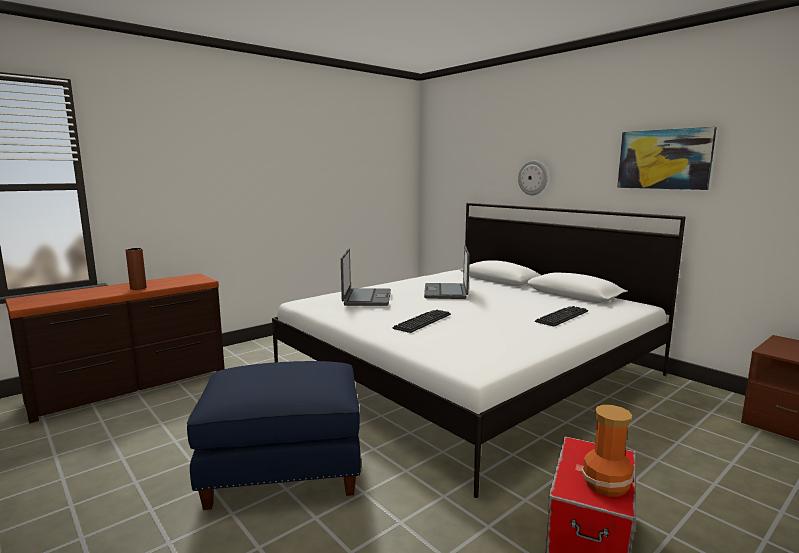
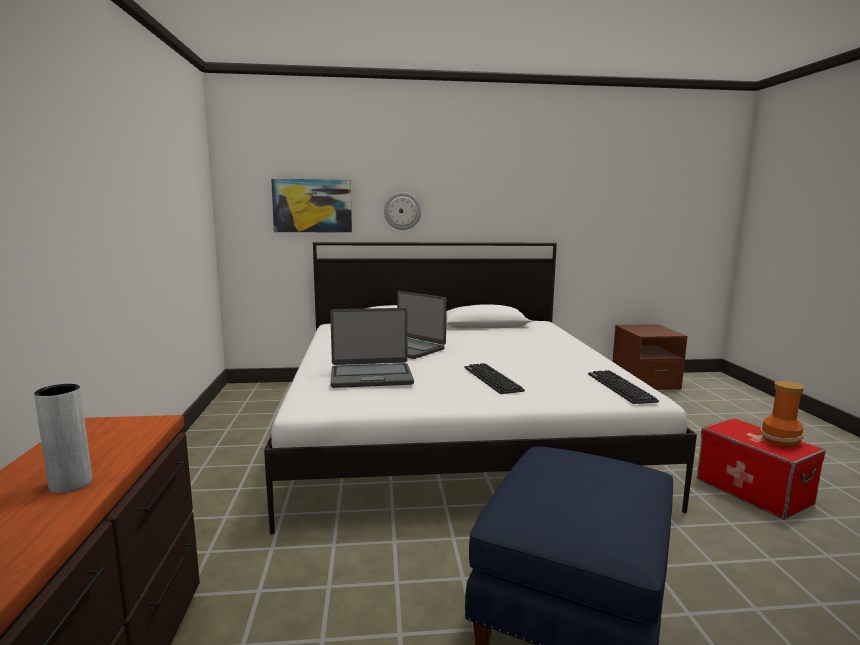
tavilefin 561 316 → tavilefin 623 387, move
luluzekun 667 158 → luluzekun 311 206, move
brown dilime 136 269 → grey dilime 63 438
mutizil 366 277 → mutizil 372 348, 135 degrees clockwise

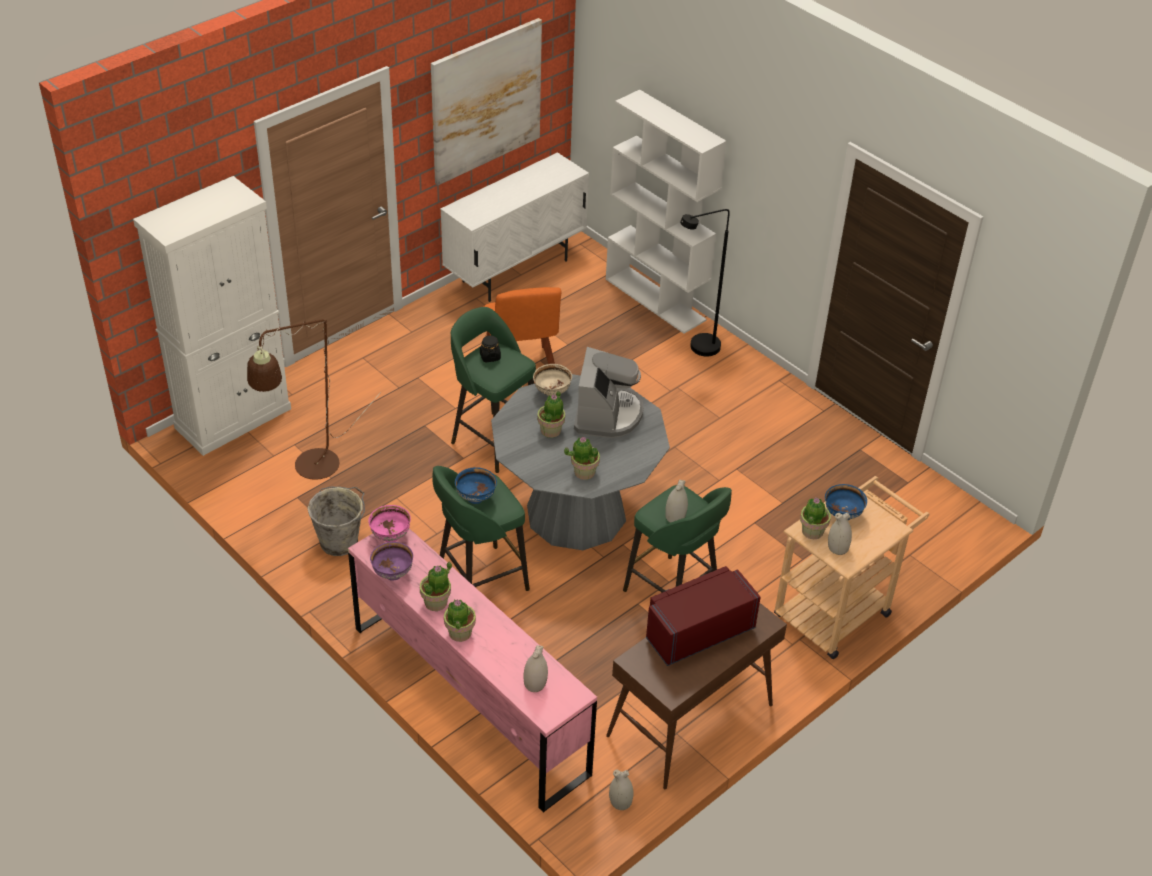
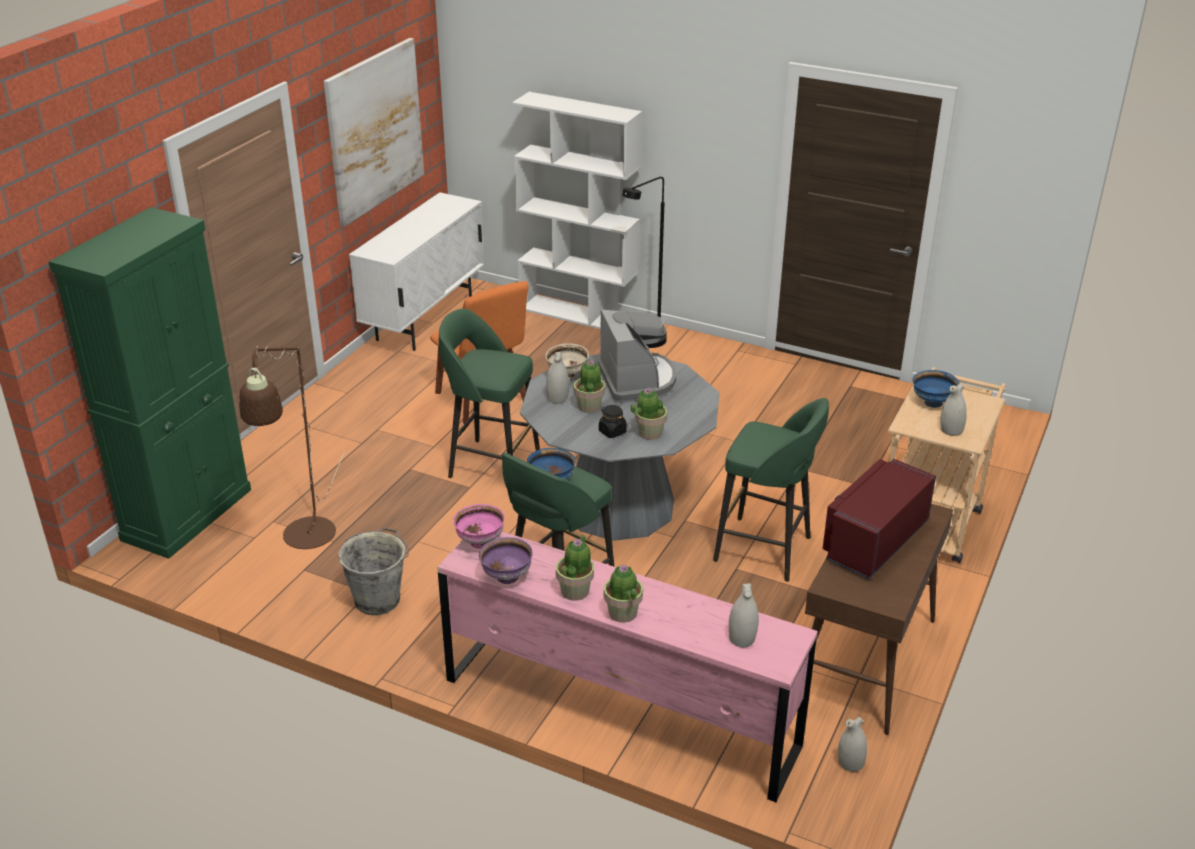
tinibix 815 518 → -
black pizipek 490 348 → black pizipek 613 421, move
white dilime 676 501 → white dilime 557 378, move
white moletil 212 316 → green moletil 149 383

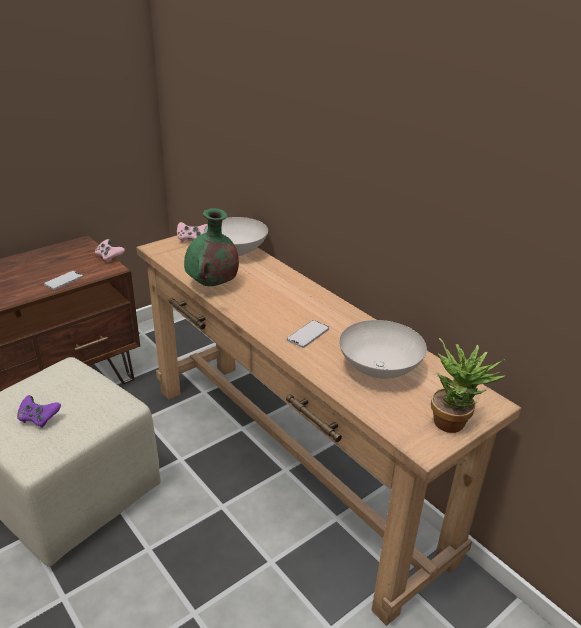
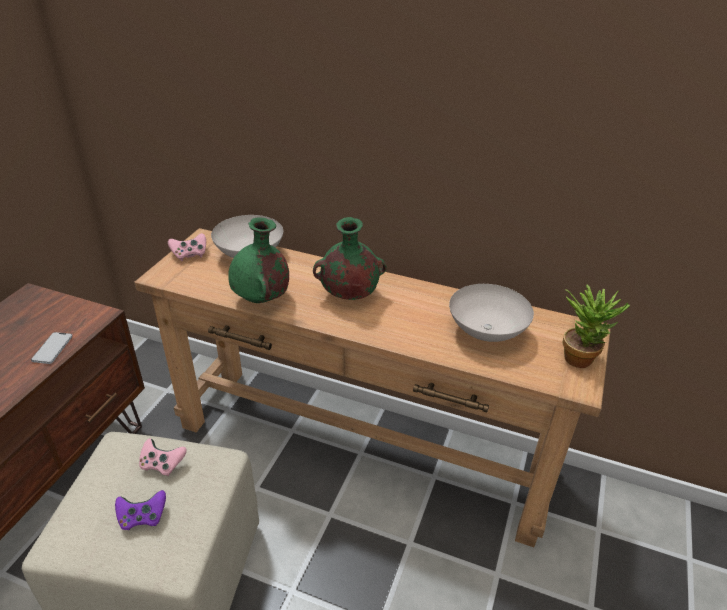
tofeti 308 334 → -
- → green dilime 349 258
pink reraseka 110 251 → pink reraseka 163 457, move

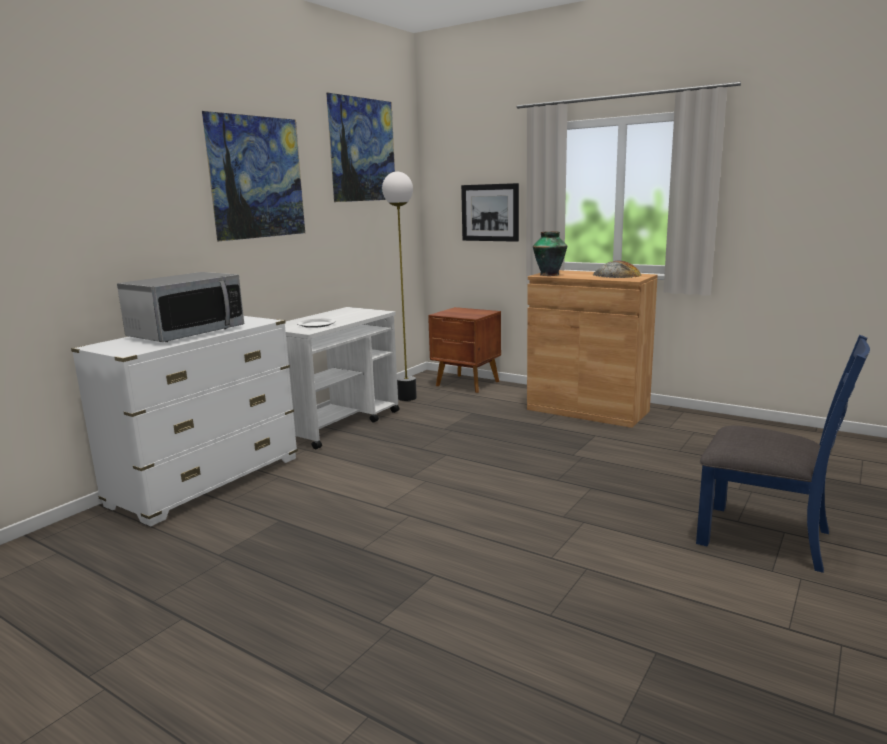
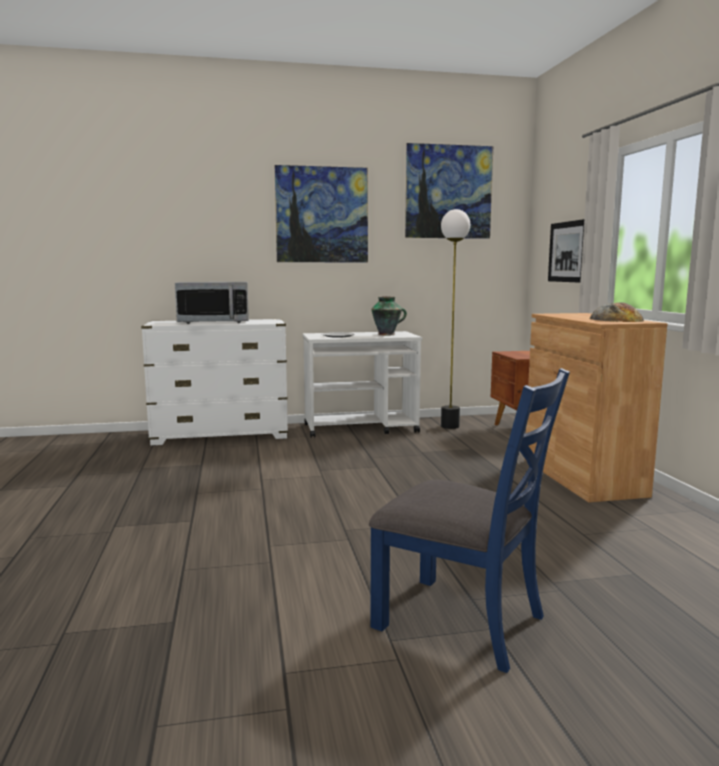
dilime 550 253 → dilime 389 316, move
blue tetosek 783 454 → blue tetosek 469 520, 45 degrees counterclockwise

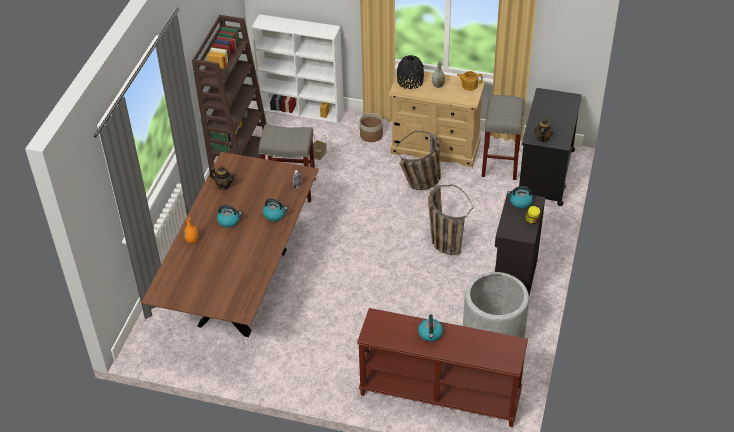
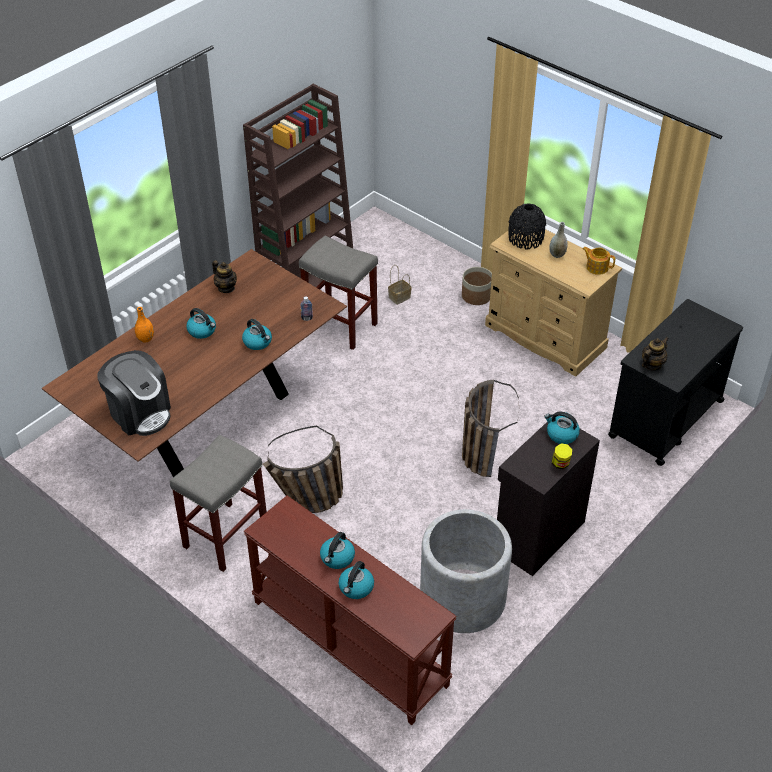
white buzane 298 68 → -
- → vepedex 134 393
- → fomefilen 356 580
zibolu 418 160 → zibolu 303 469, move
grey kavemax 503 137 → grey kavemax 218 503, move

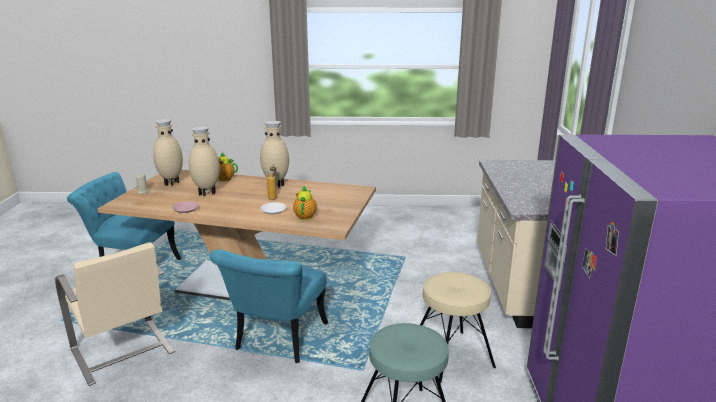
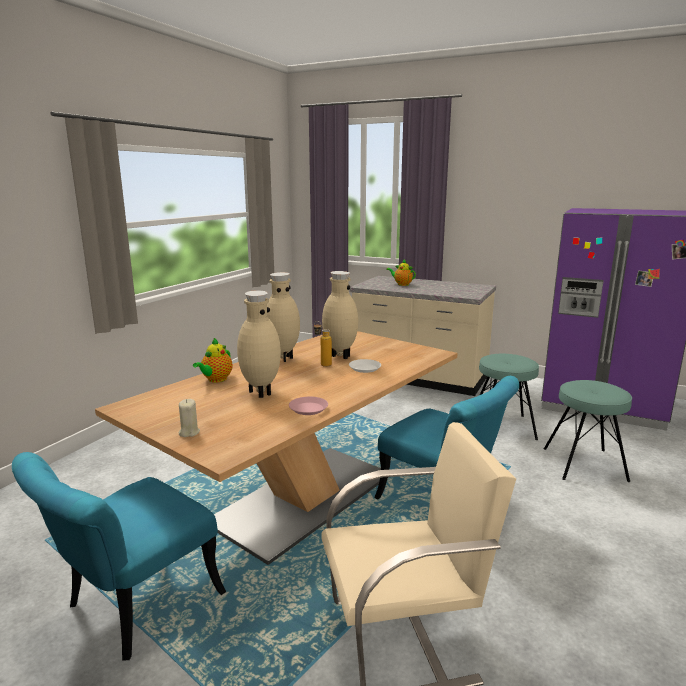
beige dilime 168 152 → beige dilime 340 315, move
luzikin 305 202 → luzikin 401 273, move
beige kavemax 458 327 → turquoise kavemax 509 397

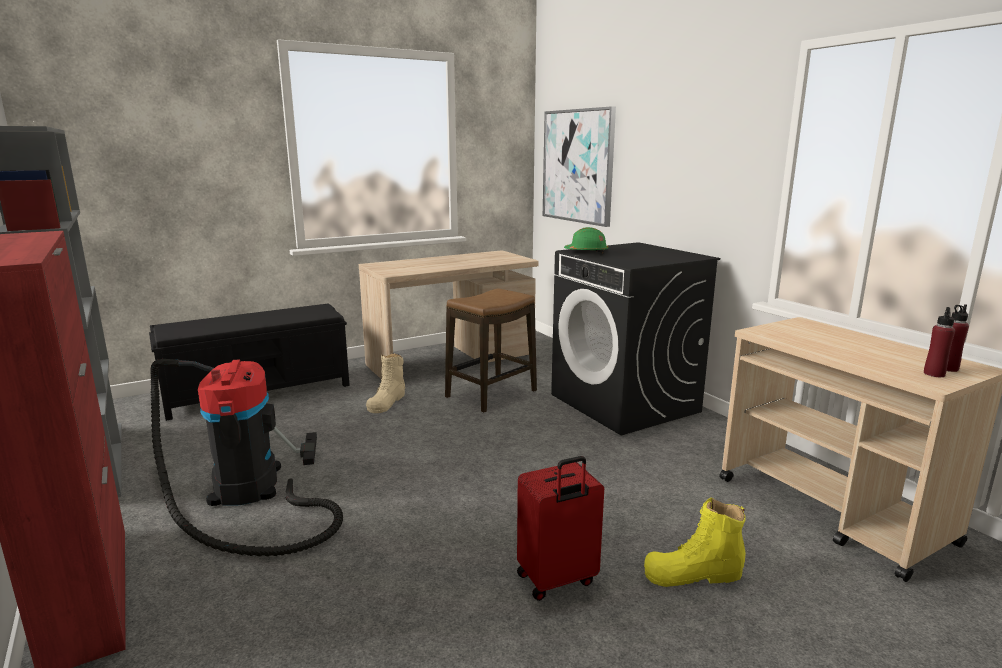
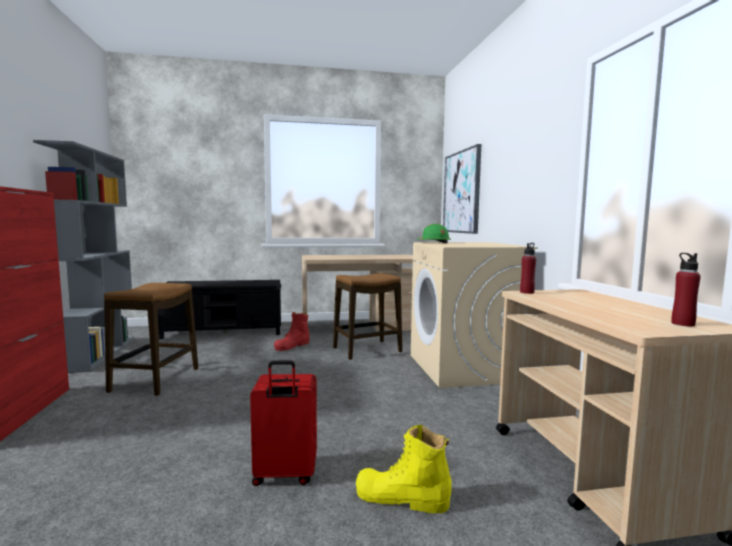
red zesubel 939 342 → red zesubel 528 268, move
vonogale 246 458 → kavemax 151 339
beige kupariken 385 383 → red kupariken 292 331
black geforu 635 338 → beige geforu 474 315

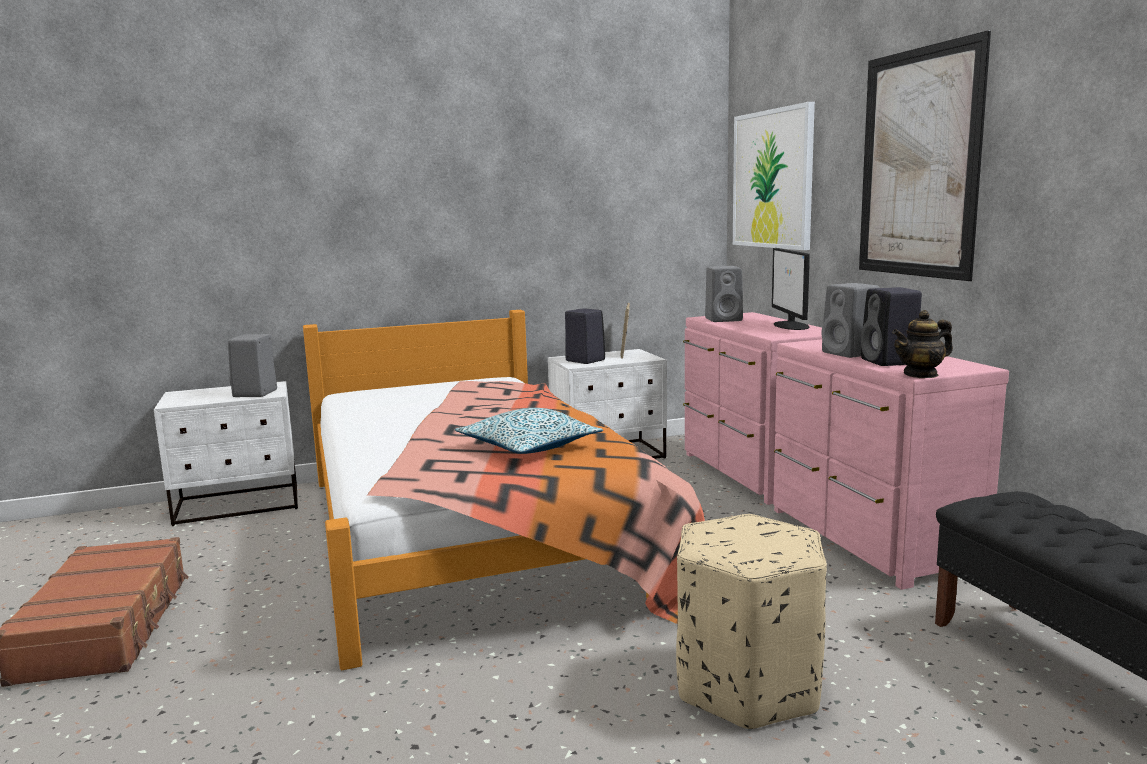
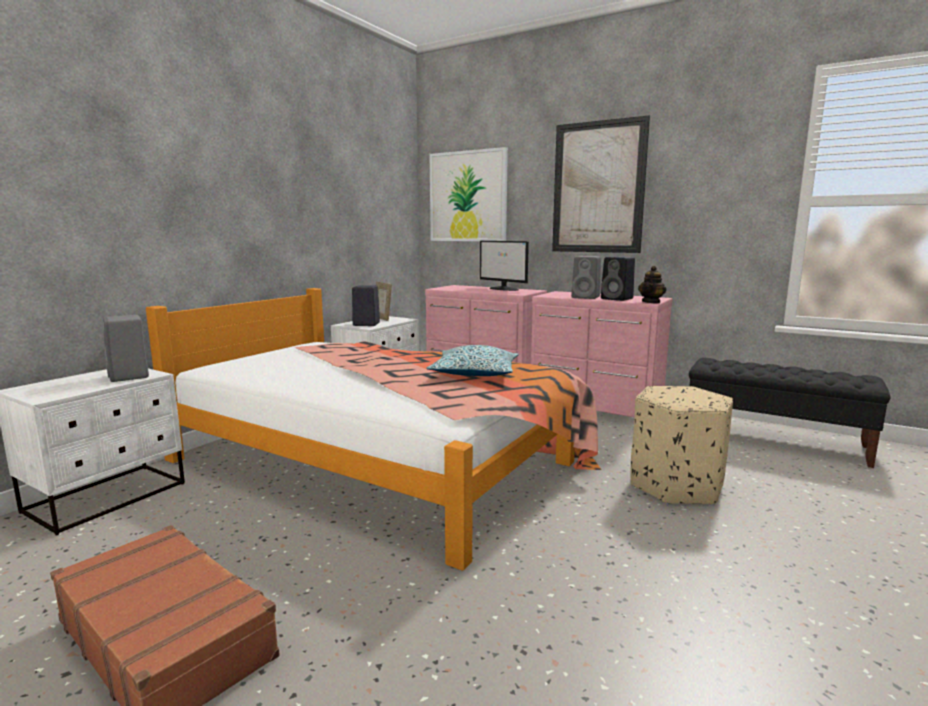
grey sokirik 724 294 → -

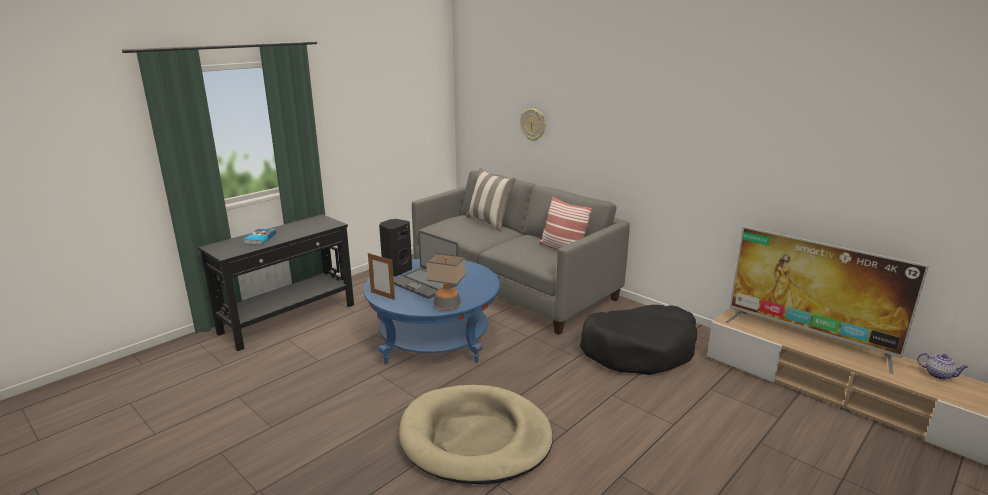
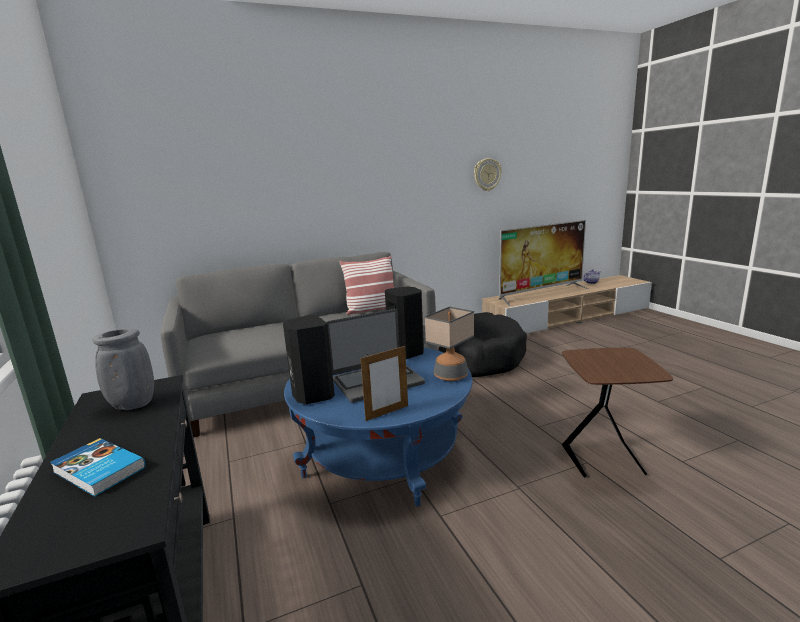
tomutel 491 199 → -
- → grey dilime 123 369
- → black sokirik 404 322
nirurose 533 124 → nirurose 488 174, move
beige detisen 476 435 → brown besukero 617 412

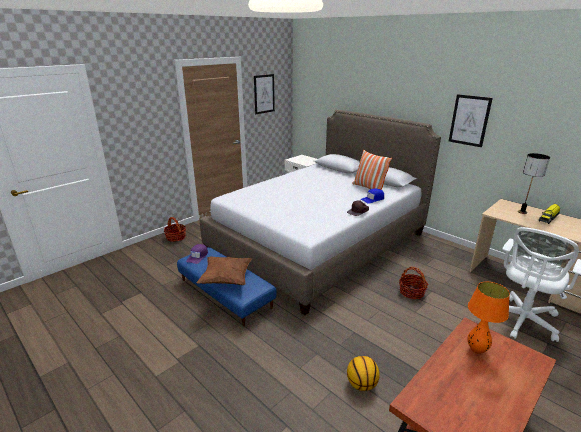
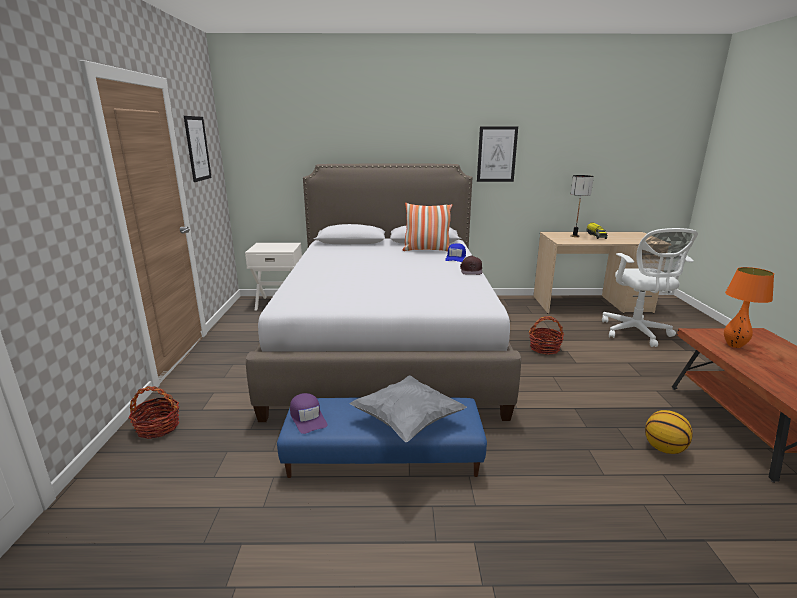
brown tomutel 224 271 → grey tomutel 408 408

